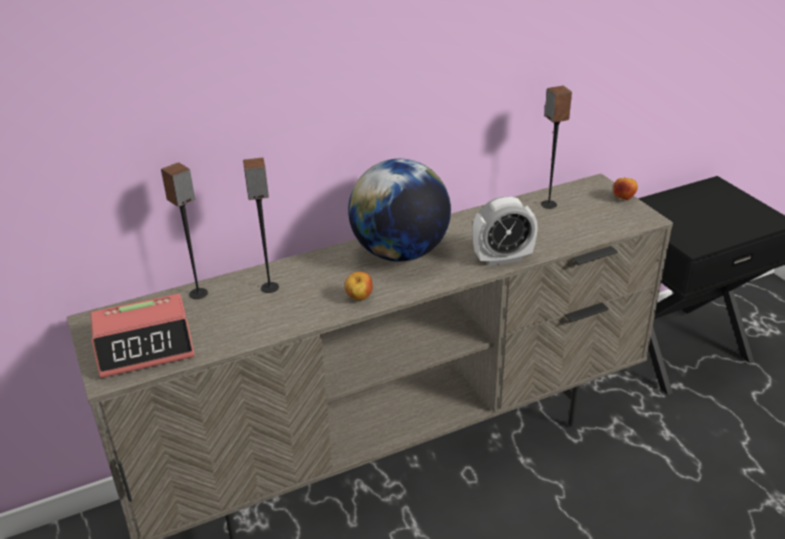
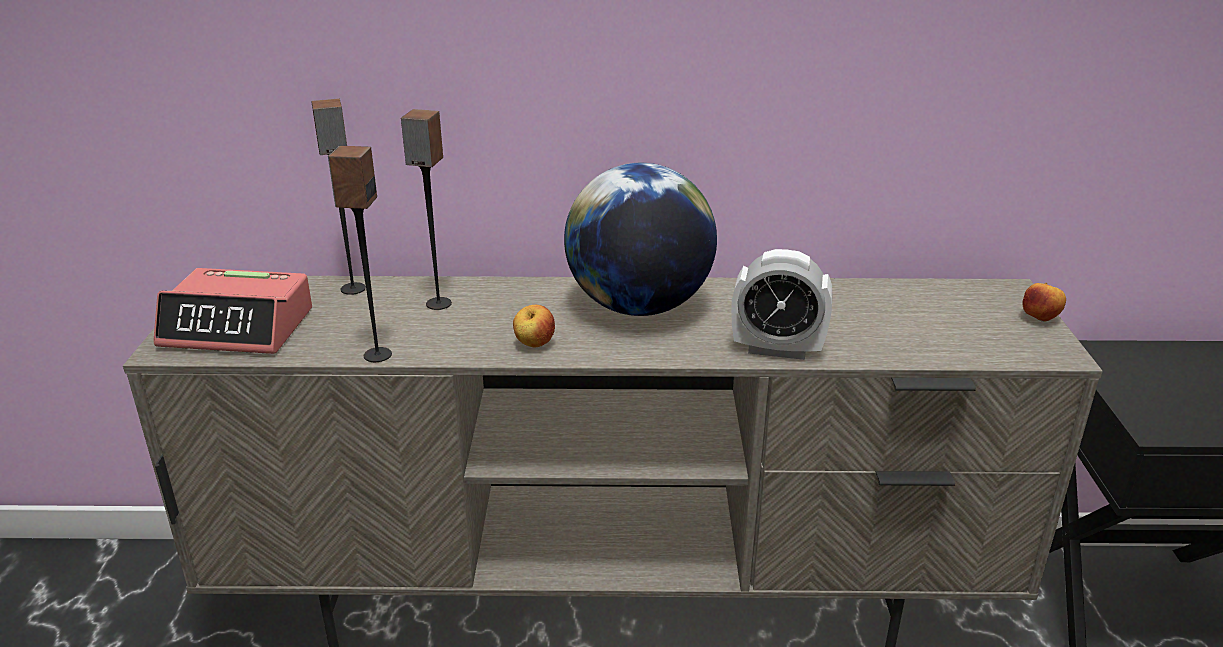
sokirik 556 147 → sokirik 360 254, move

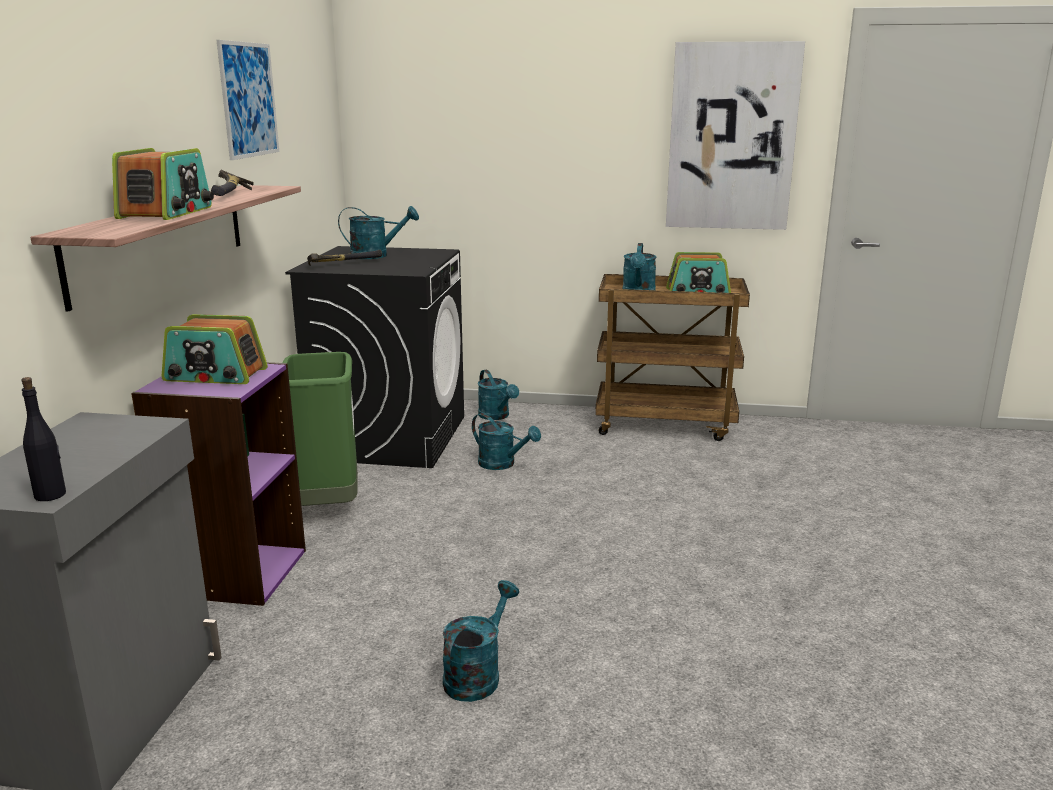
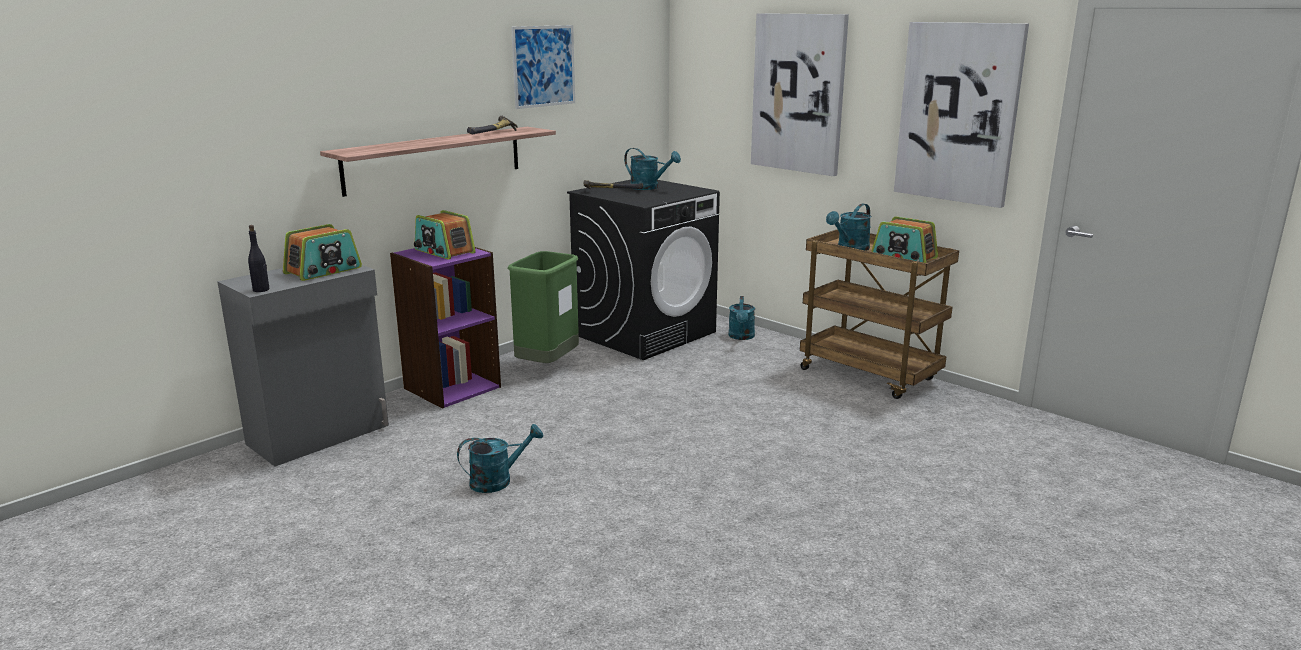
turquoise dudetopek 506 441 → -
- → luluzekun 800 94
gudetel 163 184 → gudetel 322 252, move

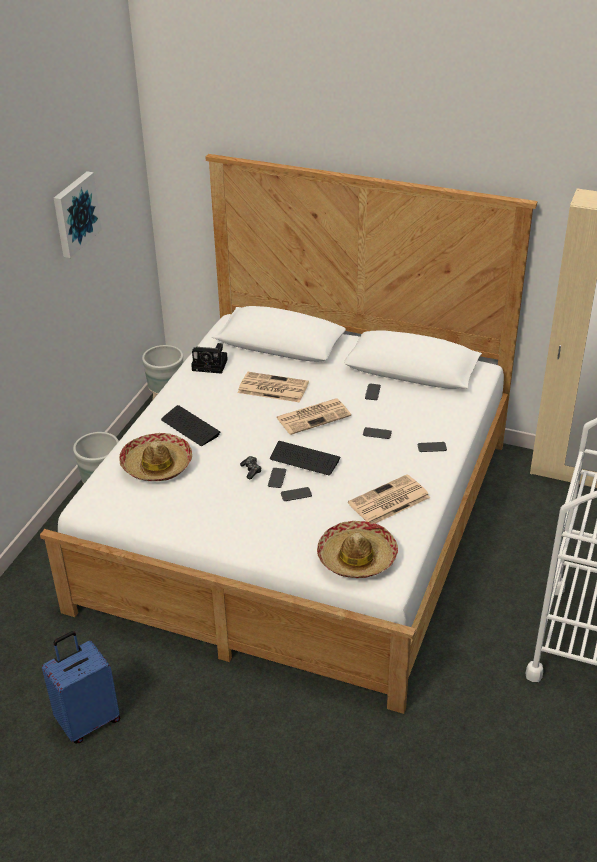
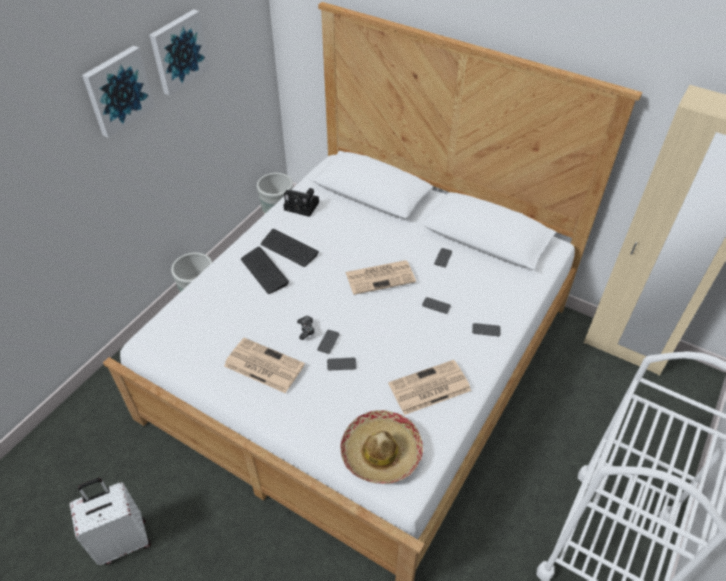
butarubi 155 457 → -
- → luluzekun 118 92
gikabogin 273 387 → gikabogin 264 365, move
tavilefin 305 458 → tavilefin 290 248, move
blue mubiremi 81 687 → white mubiremi 110 521

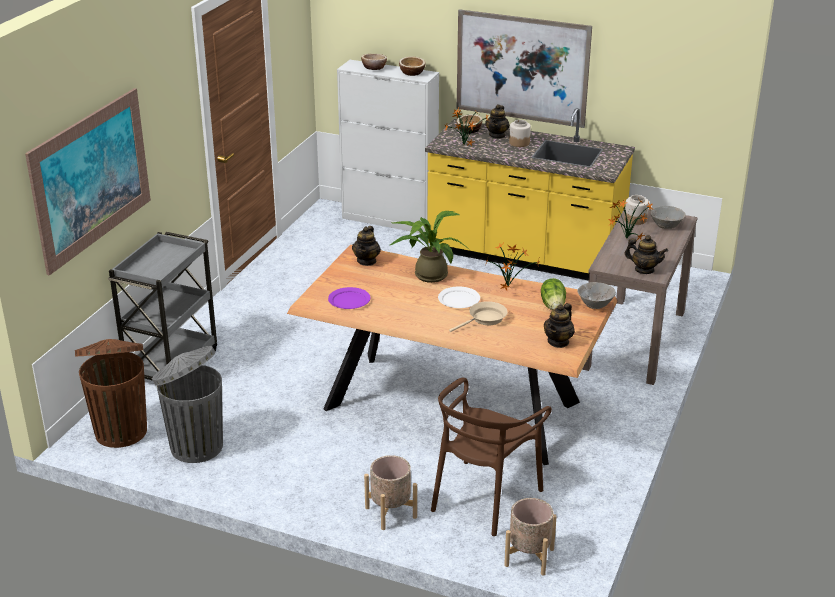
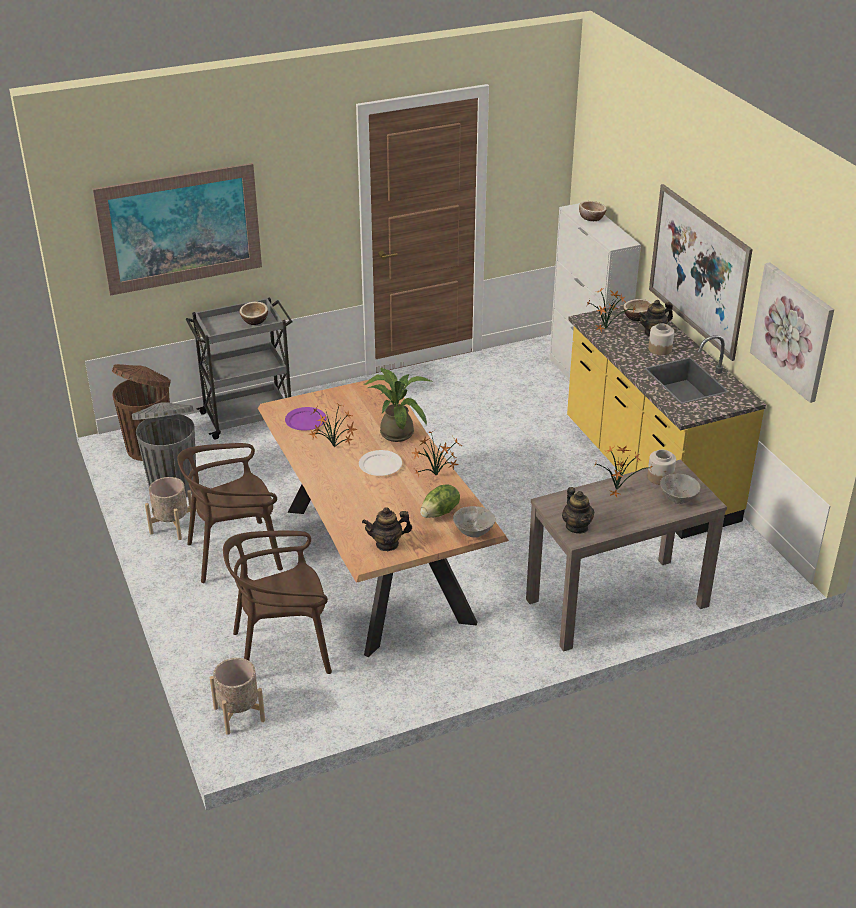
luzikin 366 246 → -
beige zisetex 478 316 → -
- → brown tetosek 230 513
- → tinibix 333 425
- → luluzekun 792 332
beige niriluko 390 492 → beige niriluko 168 508, move
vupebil 412 66 → vupebil 253 313, move

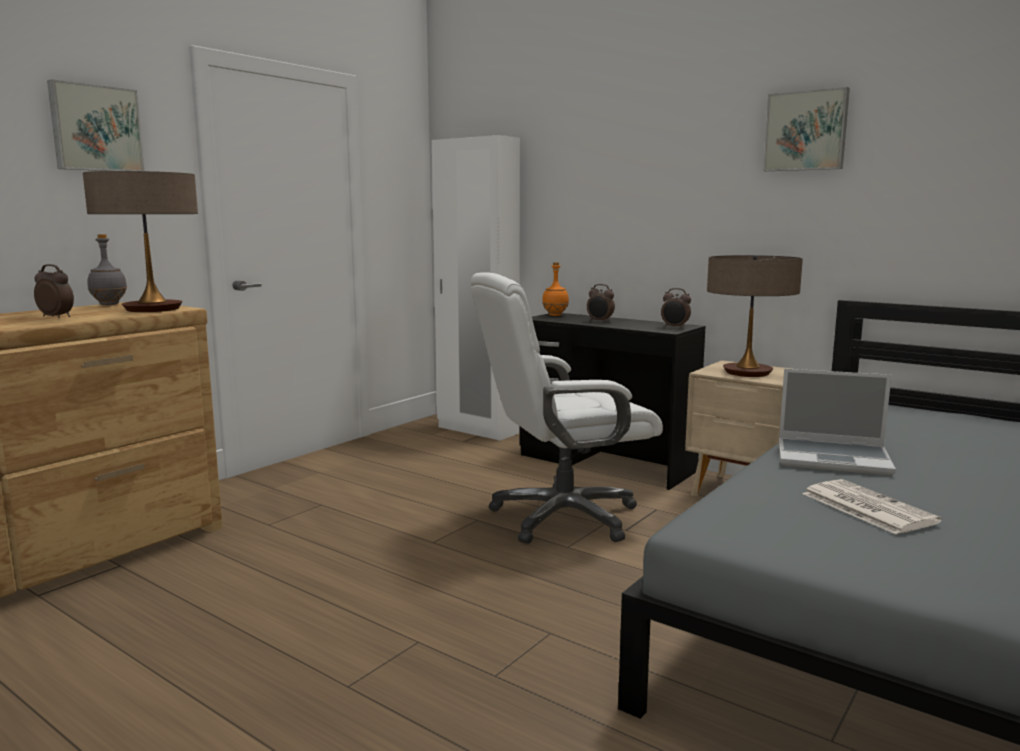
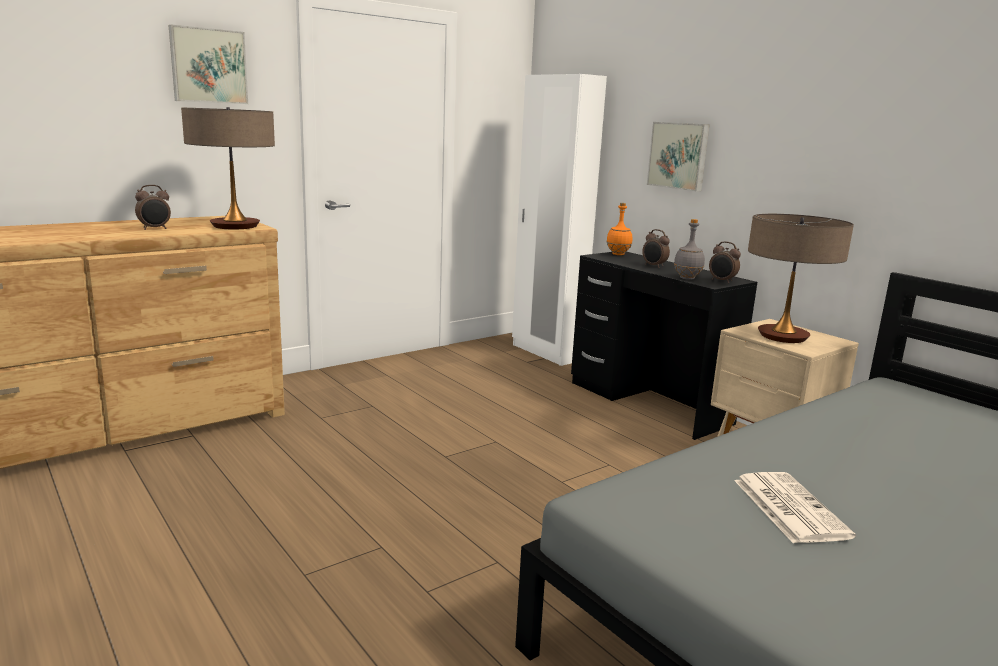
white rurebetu 566 408 → -
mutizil 837 422 → -
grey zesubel 107 269 → grey zesubel 689 249, move
luluzekun 806 129 → luluzekun 678 157, move
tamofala 54 291 → tamofala 153 207, 105 degrees clockwise

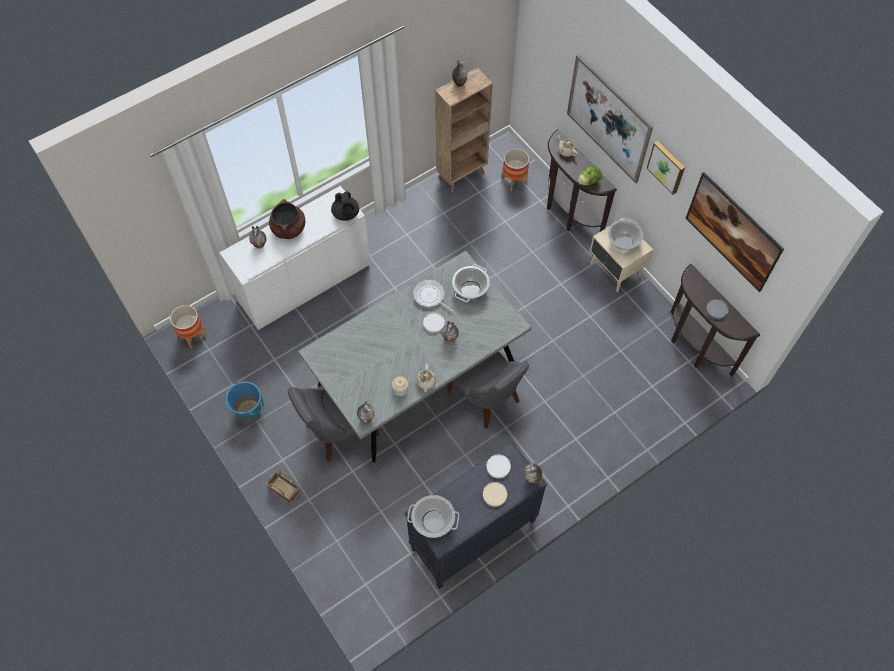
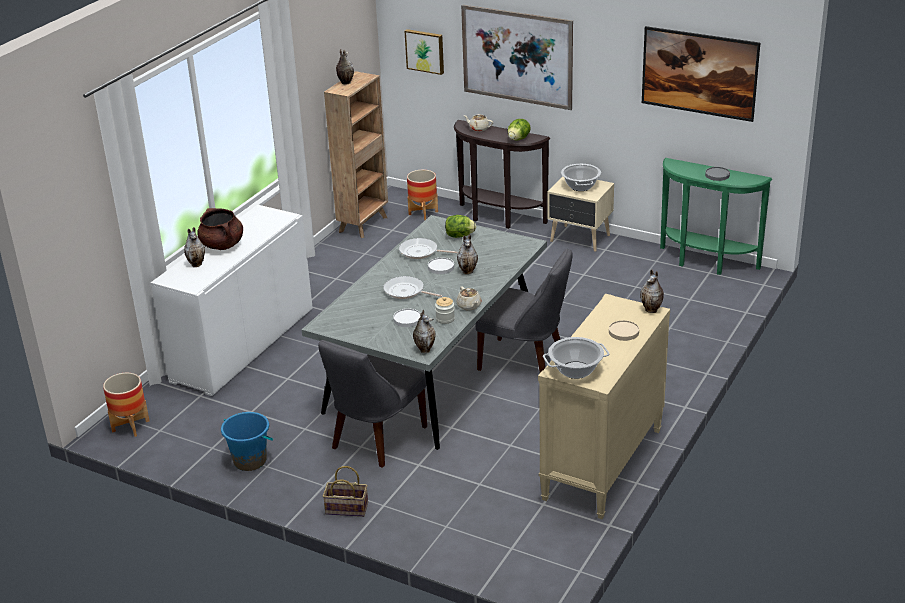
black luzikin 345 206 → -
- → zisetex 413 287
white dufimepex 498 467 → white dufimepex 407 318, move
luluzekun 665 167 → luluzekun 424 52, move
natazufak 471 283 → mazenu 460 226
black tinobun 476 515 → beige tinobun 604 406
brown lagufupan 715 320 → green lagufupan 716 216

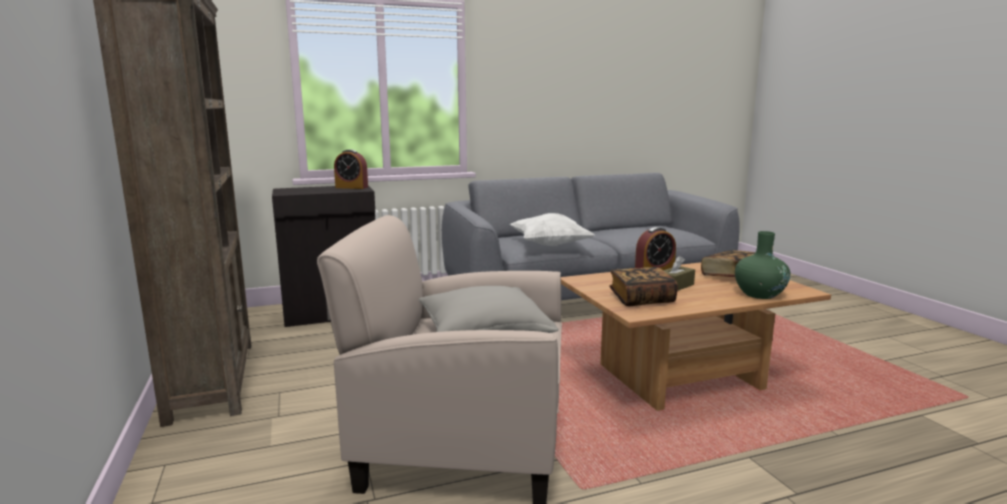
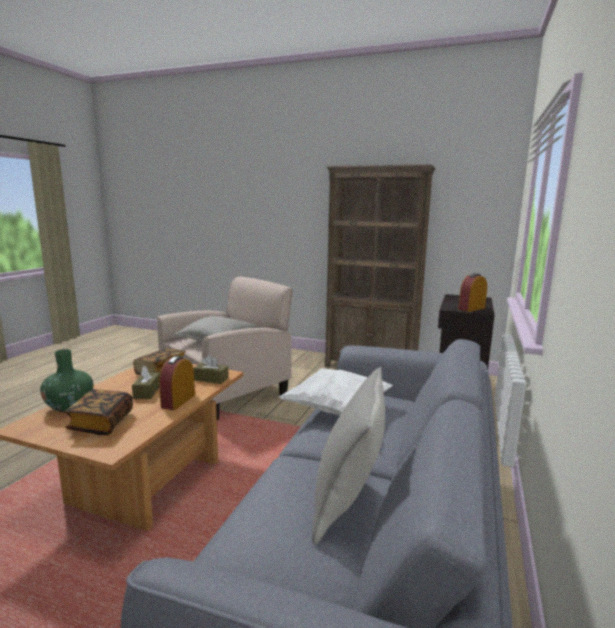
- → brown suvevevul 211 369
- → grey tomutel 348 456

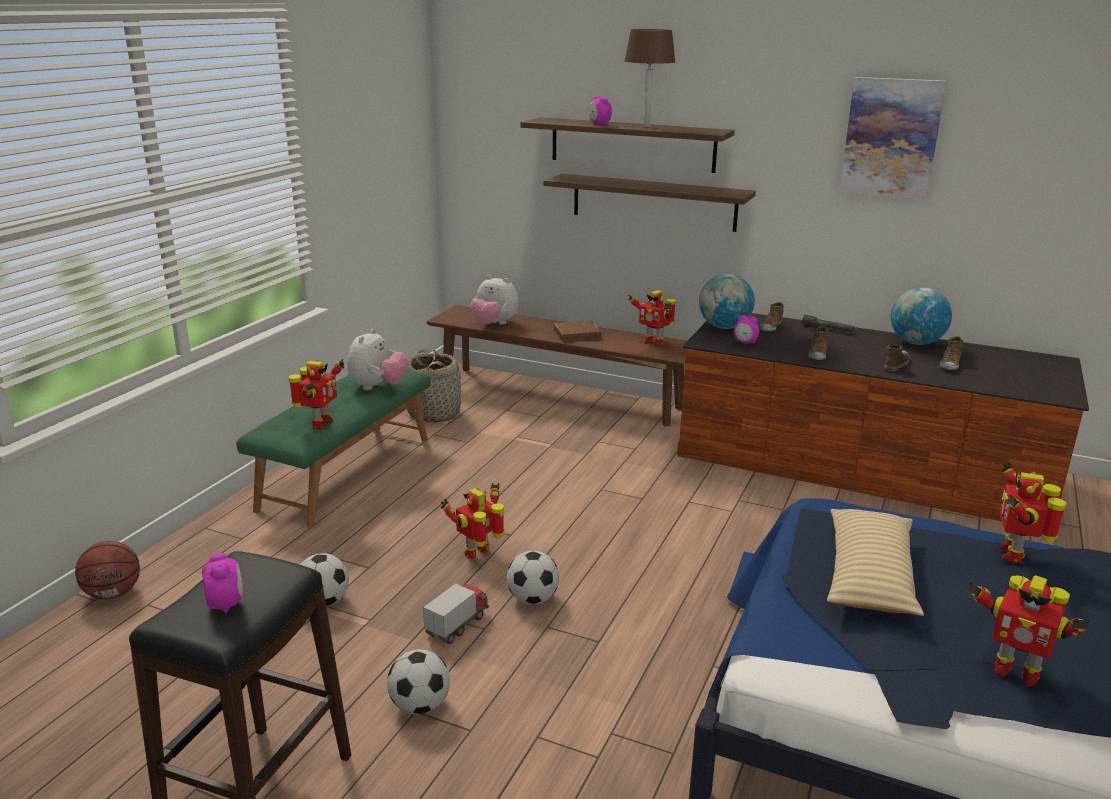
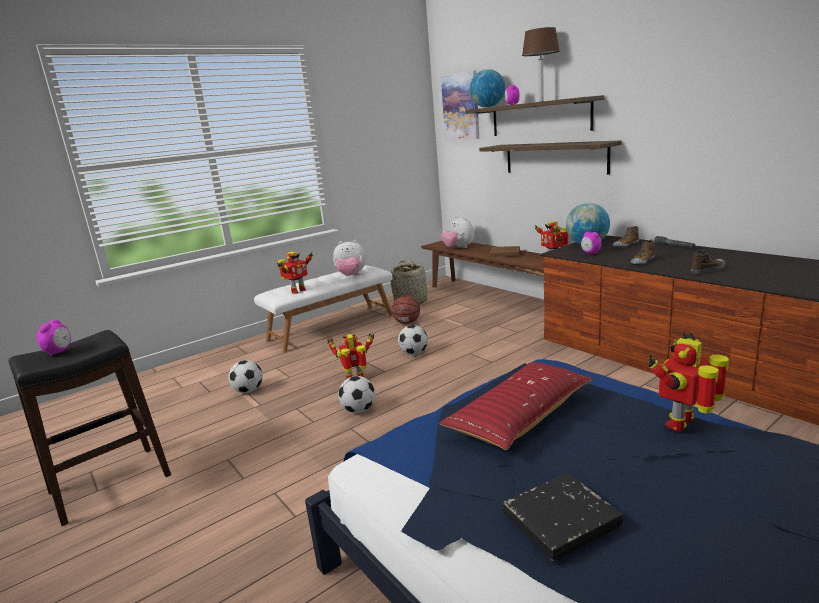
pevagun 456 613 → -
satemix 951 353 → -
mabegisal 107 570 → mabegisal 405 310, move
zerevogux 418 681 → zerevogux 413 340, move
luluzekun 893 138 → luluzekun 460 106, move
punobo 921 316 → punobo 487 88, move
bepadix 1029 631 → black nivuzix 562 517
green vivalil 333 448 → white vivalil 323 309
beige tomutel 875 562 → red tomutel 516 406
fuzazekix 377 359 → fuzazekix 349 258, 45 degrees clockwise

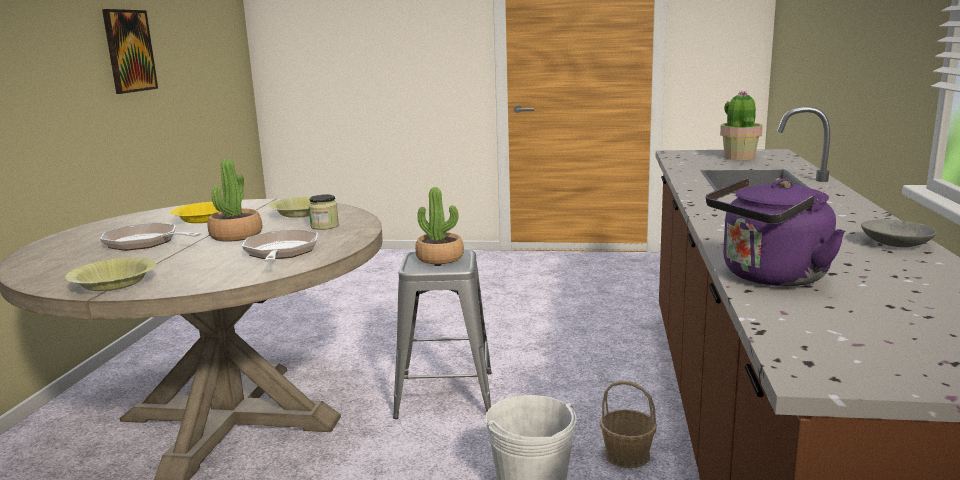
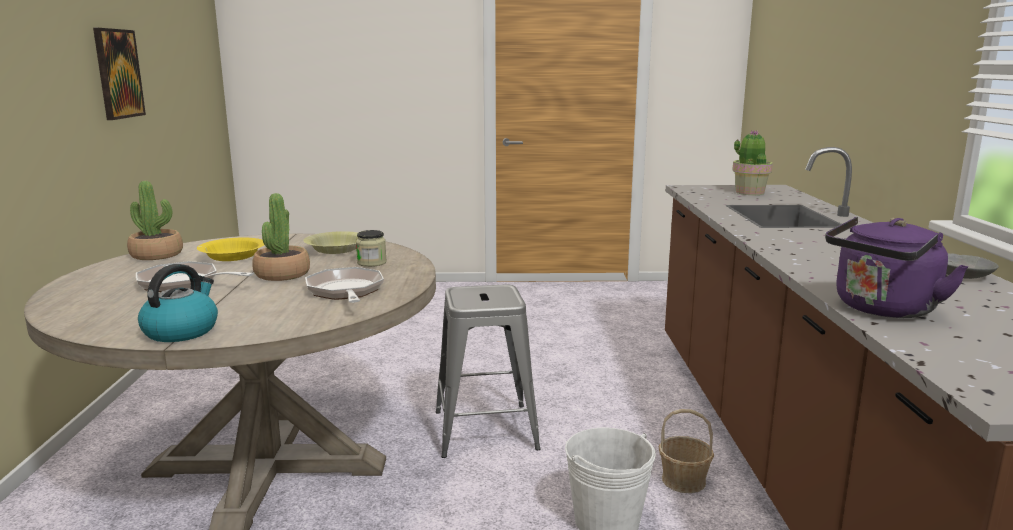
tinibix 439 225 → tinibix 155 220, move
yellow vupebil 110 274 → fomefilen 178 303

